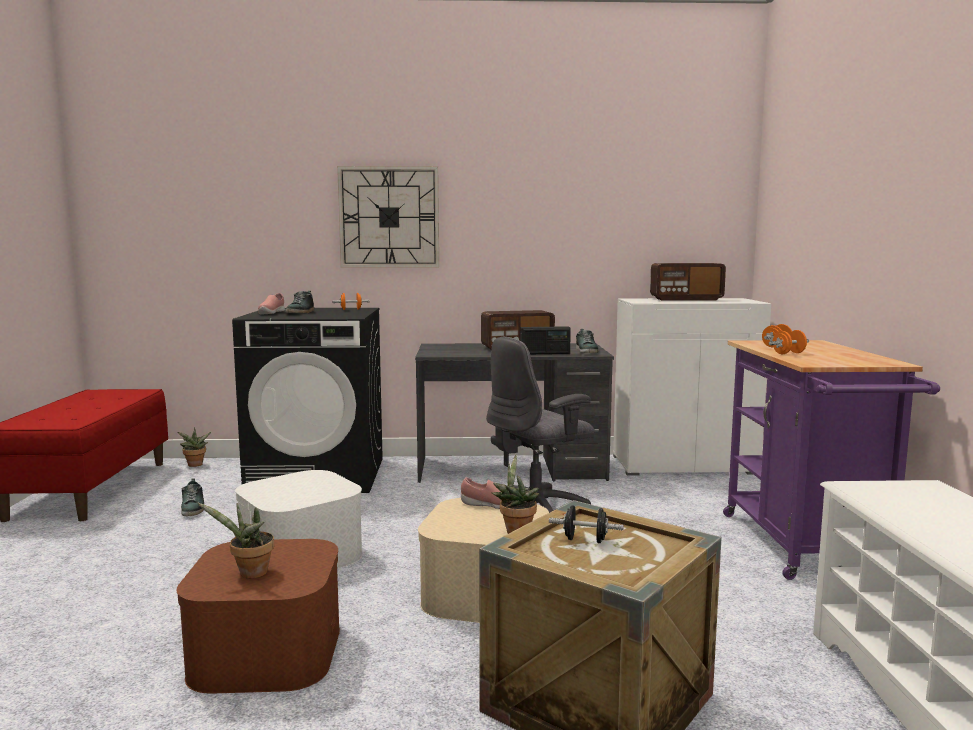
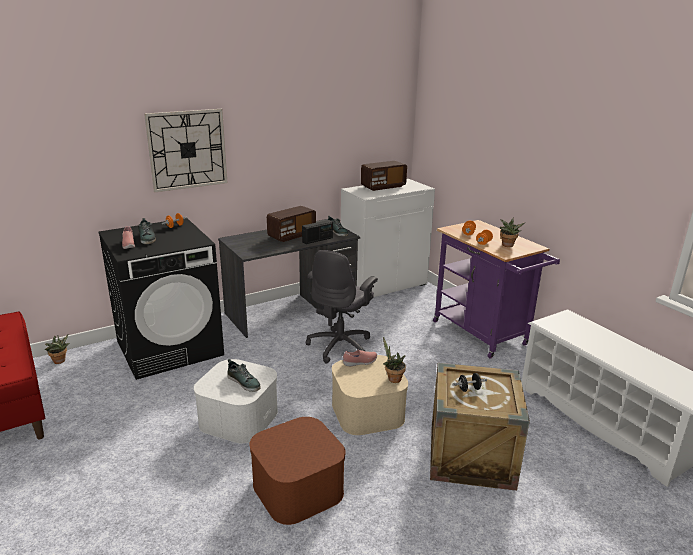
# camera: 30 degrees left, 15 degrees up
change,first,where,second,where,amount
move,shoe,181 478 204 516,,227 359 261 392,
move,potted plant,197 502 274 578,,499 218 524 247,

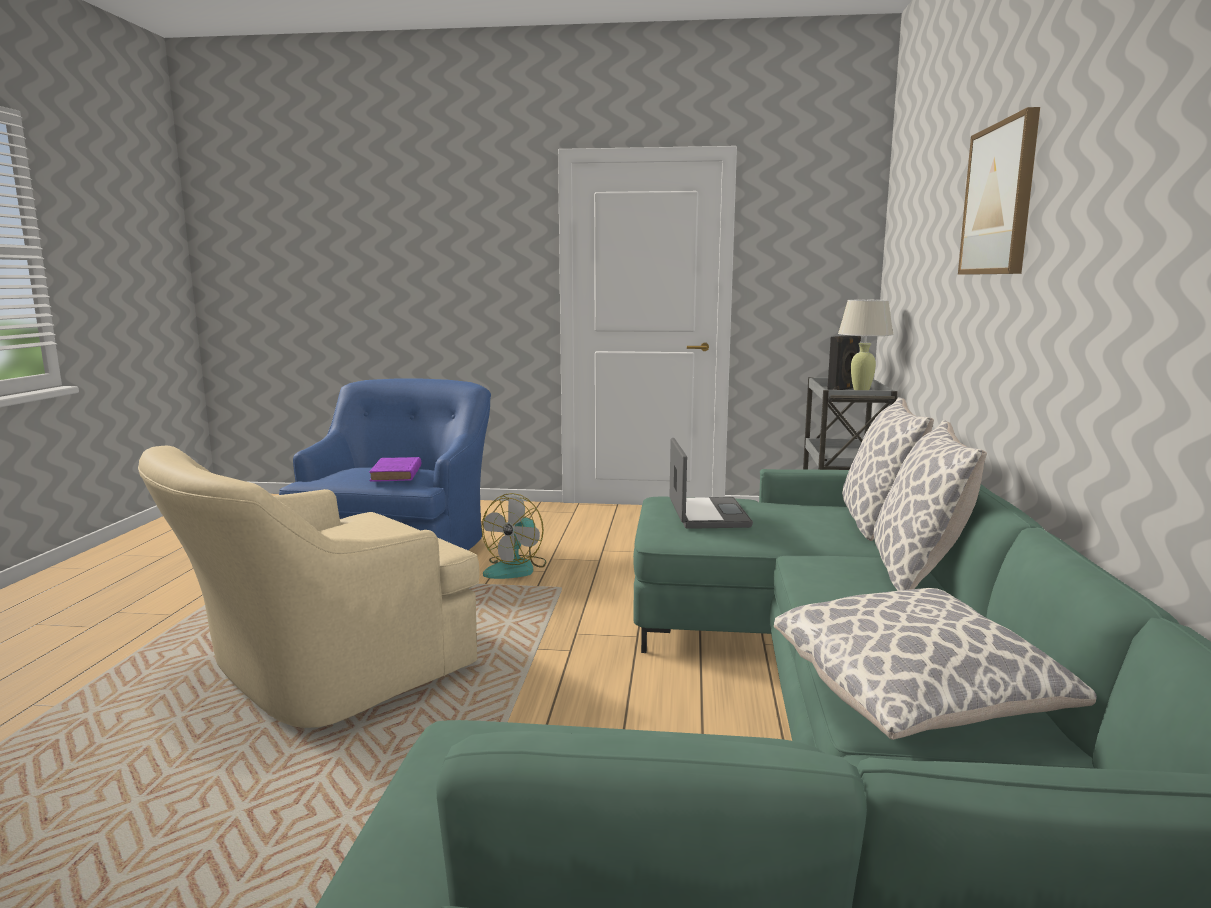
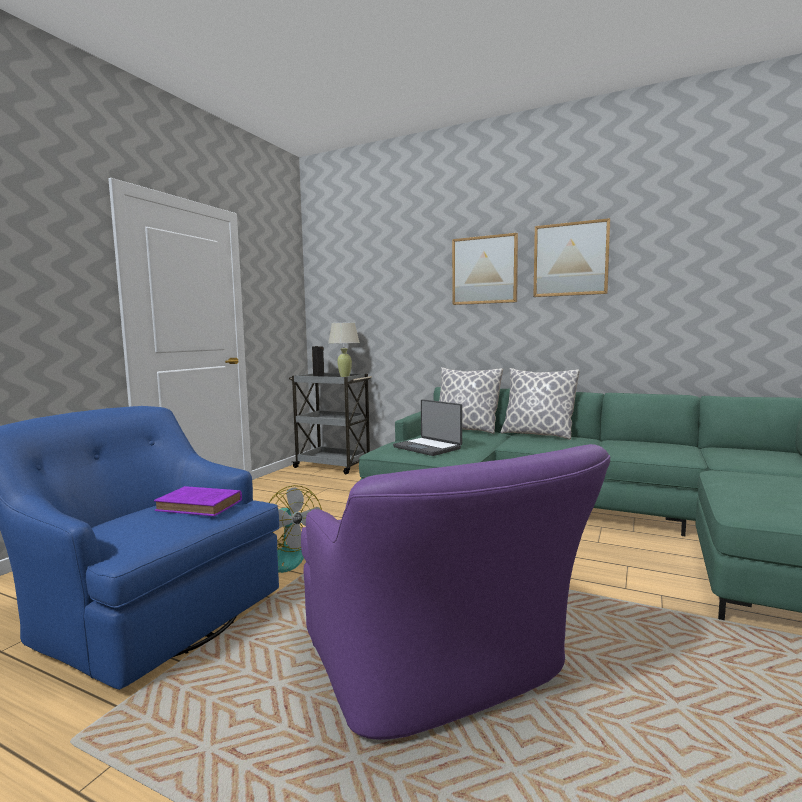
# camera: 70 degrees left, 5 degrees down
change,first,where,second,where,amount
recolor,armchair (beige),138 445 479 728,armchair (purple),301 444 610 740,
rotate,laptop,669 438 753 529,,393 399 462 456,150 degrees counterclockwise
delete,pillow,774 588 1097 740,,,
insert,,,picture,533 218 610 297,

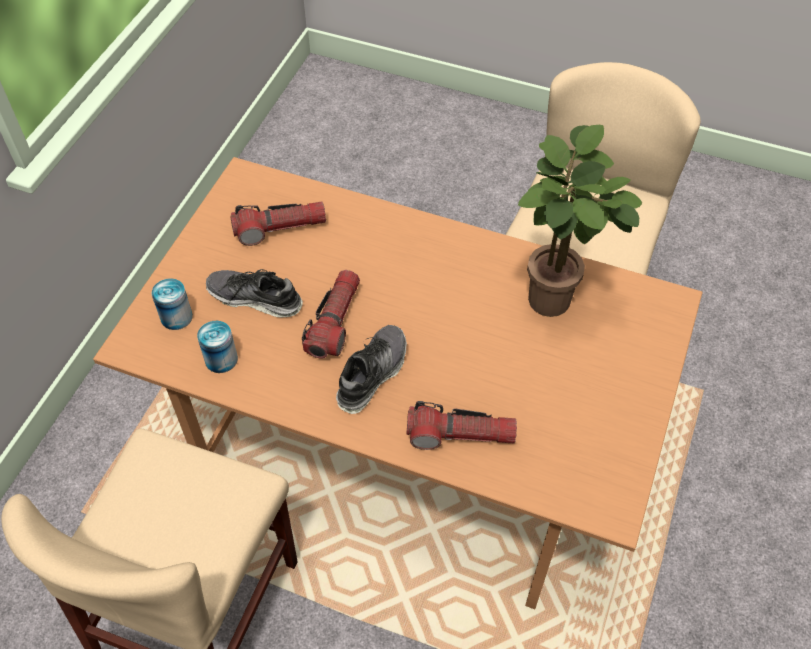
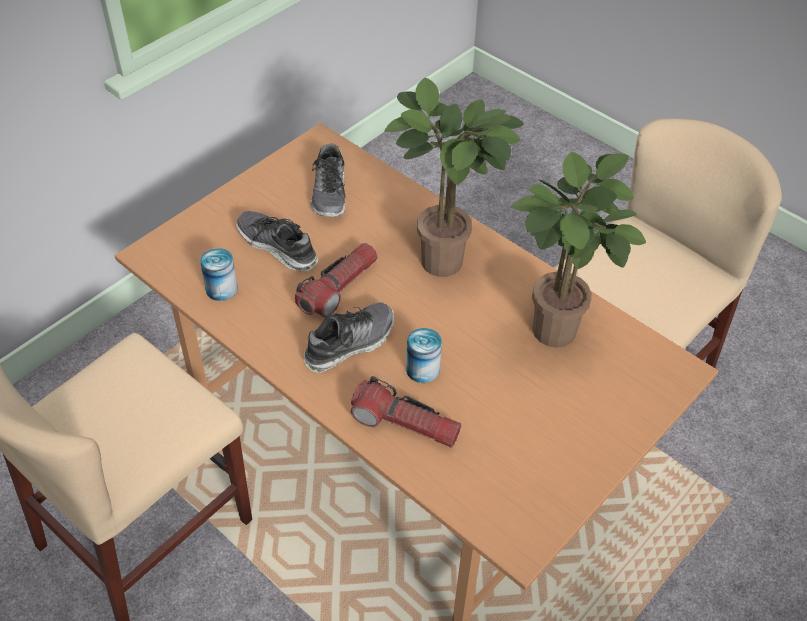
# camera: 20 degrees right, 5 degrees down
change,first,where,second,where,amount
move,can,152 278 193 330,,406 328 442 383,
replace,flashlight,231 201 326 246,shoe,310 144 345 217,
insert,,,potted plant,385 77 524 277,

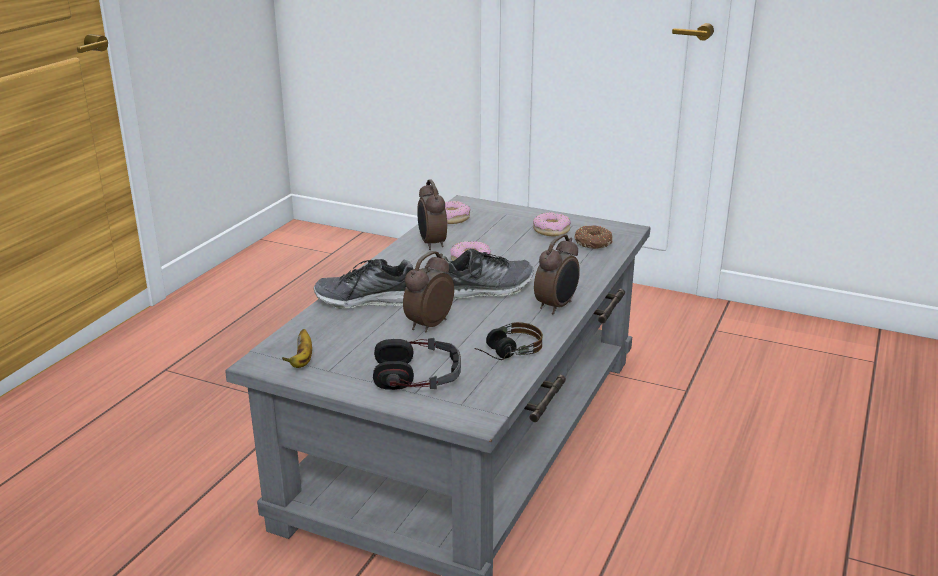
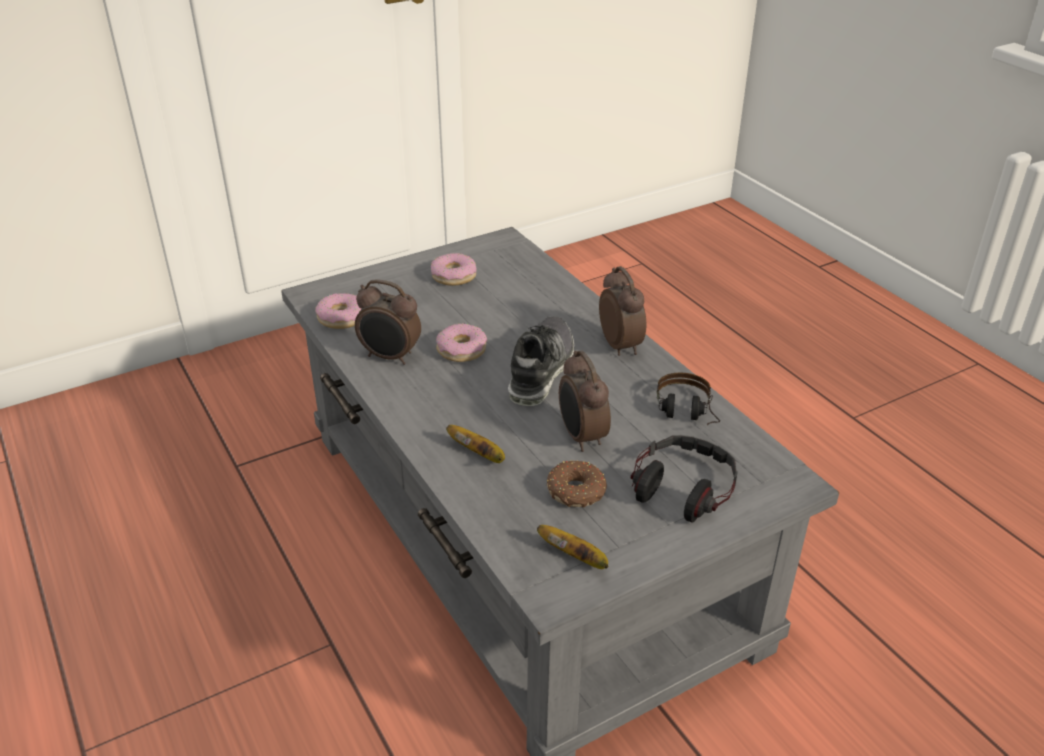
# camera: 55 degrees left, 10 degrees up
change,first,where,second,where,amount
replace,shoe,314 259 413 309,banana,446 425 505 463,
move,donut,574 225 613 249,,547 460 607 508,

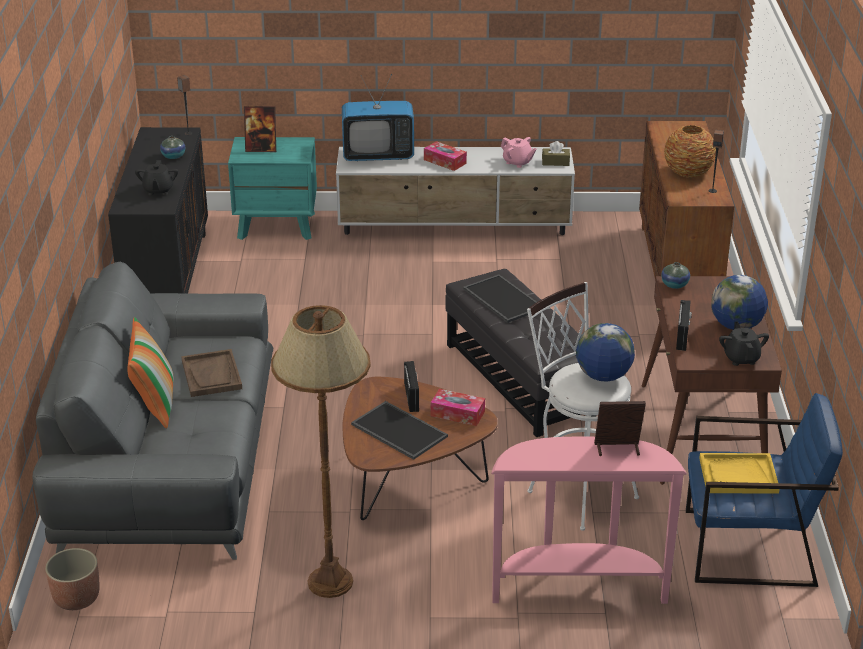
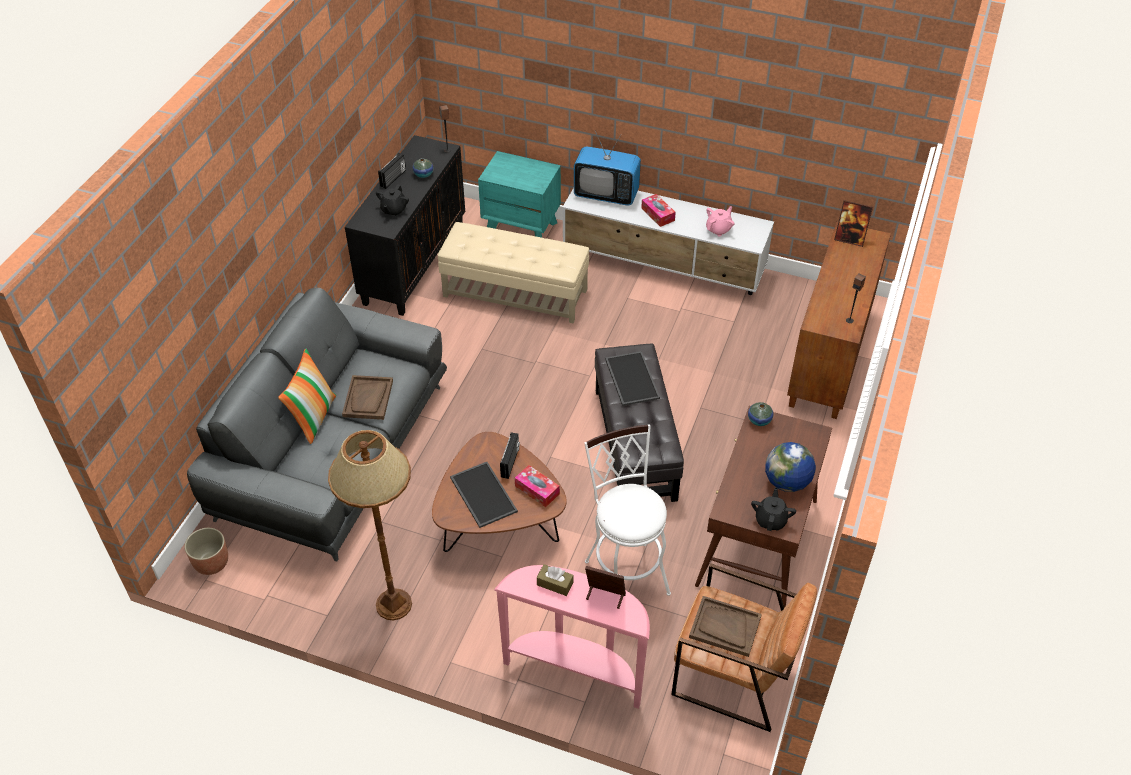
# camera: 20 degrees right, 15 degrees up
change,first,where,second,where,amount
move,picture frame,244 106 276 152,,834 200 873 247,
rotate,teapot (pink),501 137 537 168,,706 206 735 237,105 degrees counterclockwise
move,tissue box (brown),542 141 570 166,,537 564 573 596,
delete,globe,576 323 635 382,,,
delete,vase,664 125 716 178,,,
move,radio,676 300 692 351,,378 153 406 189,
recolor,armchair (blue),686 393 843 587,armchair (brown),671 563 817 732,
recolor,tray (yellow),699 453 780 494,tray (brown),689 596 762 657,
insert,,,ottoman (beige),438 222 589 323,

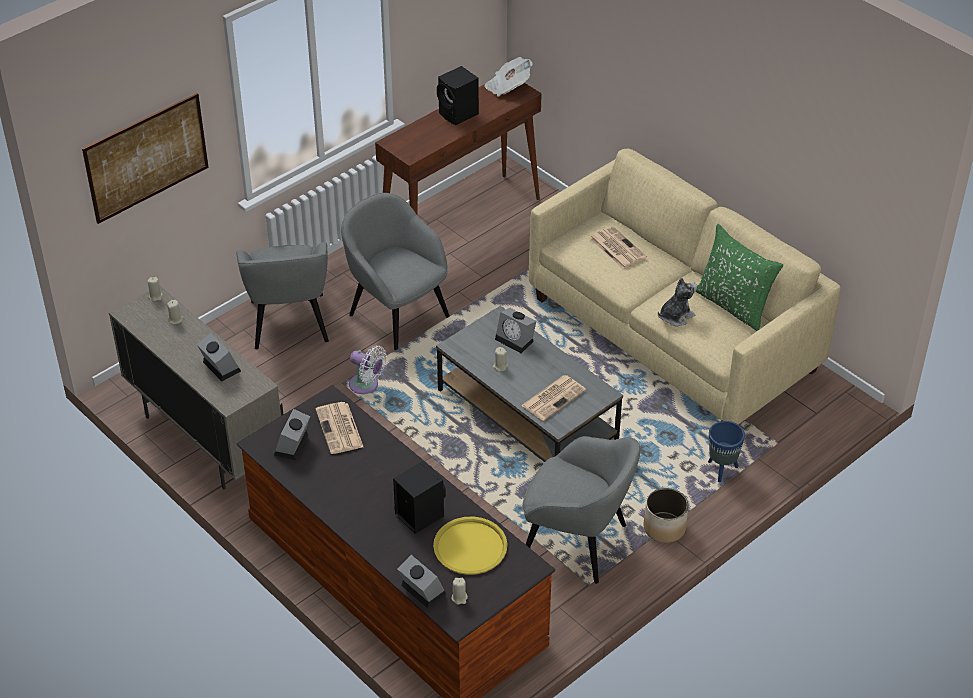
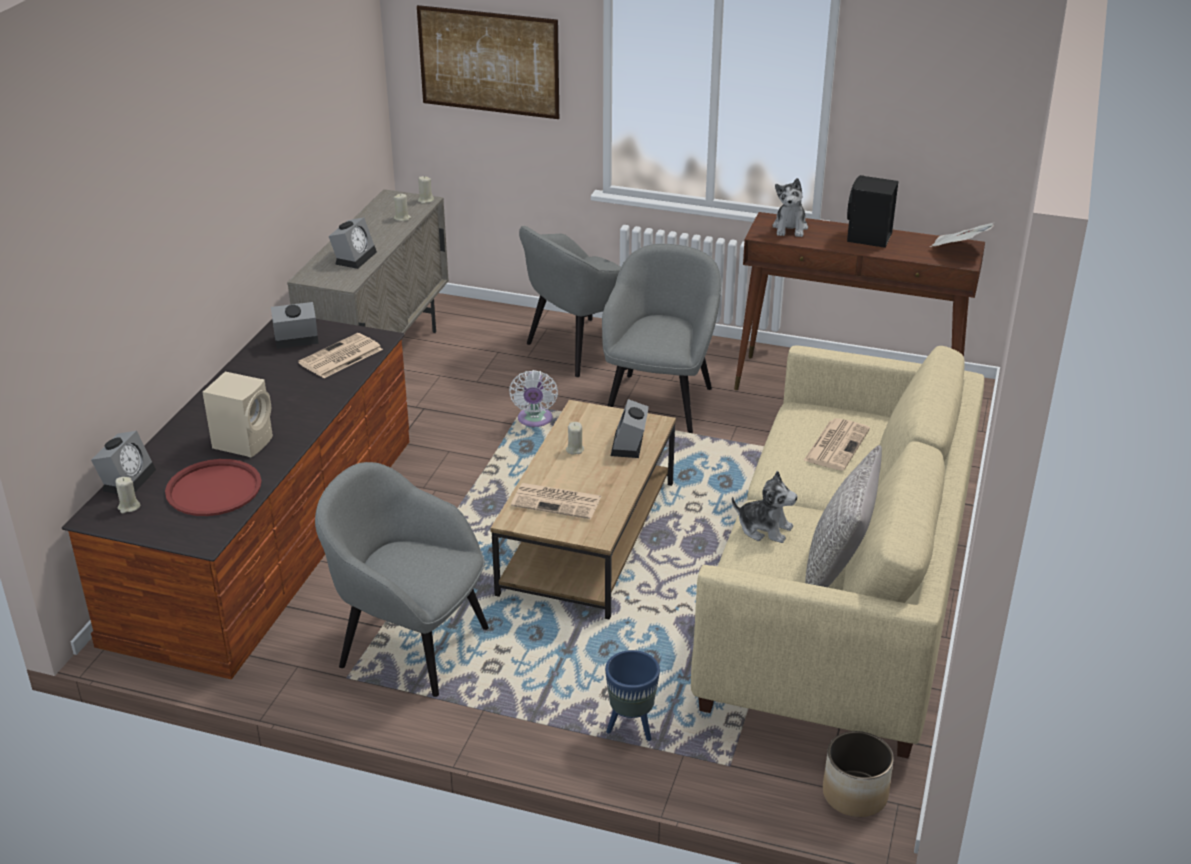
# camera: 60 degrees right, 10 degrees down
change,first,where,second,where,amount
recolor,speaker (black),393 461 446 534,speaker (beige),203 371 273 457,
recolor,tray (yellow),433 517 507 575,tray (red),165 459 262 516,
recolor,coffee table (grey),436 306 623 462,coffee table (brown),490 400 676 620,
rotate,armchair (grey),522 436 640 584,,315 462 489 697,120 degrees clockwise
move,planter,644 488 688 543,,823 731 894 817,
recolor,pillow (green),696 224 783 331,pillow (grey),805 445 882 587,
insert,,,plush toy,772 178 808 237,

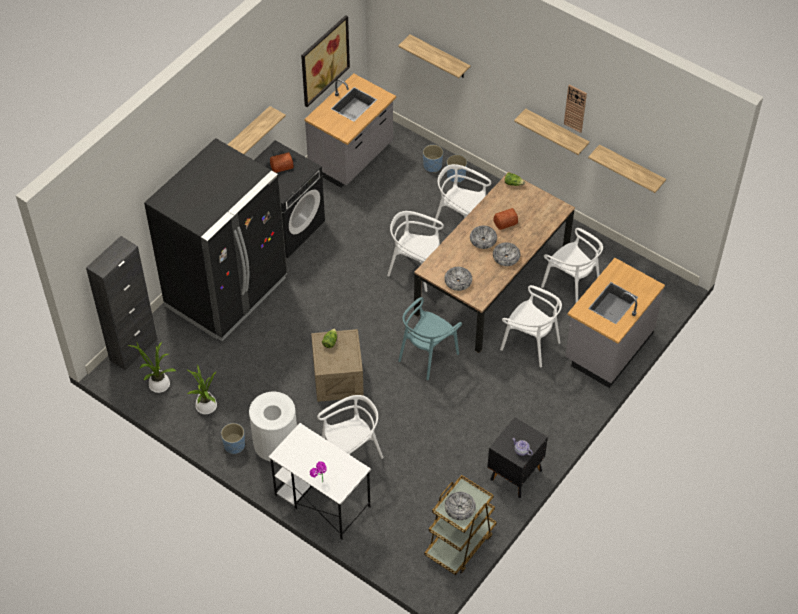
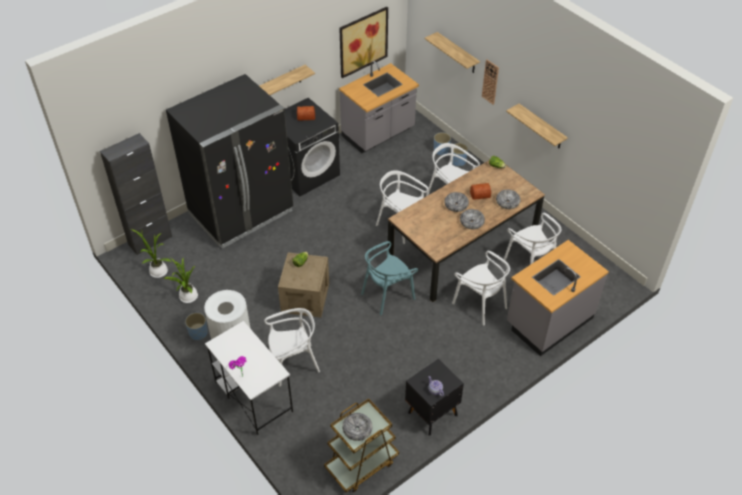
# camera: 15 degrees right, 5 degrees down
change,first,where,second,where,amount
move,bowl,444 267 472 291,,496 190 520 209,
move,wall clock,564 84 587 133,,482 59 499 105,
delete,shelf,588 144 666 193,,,

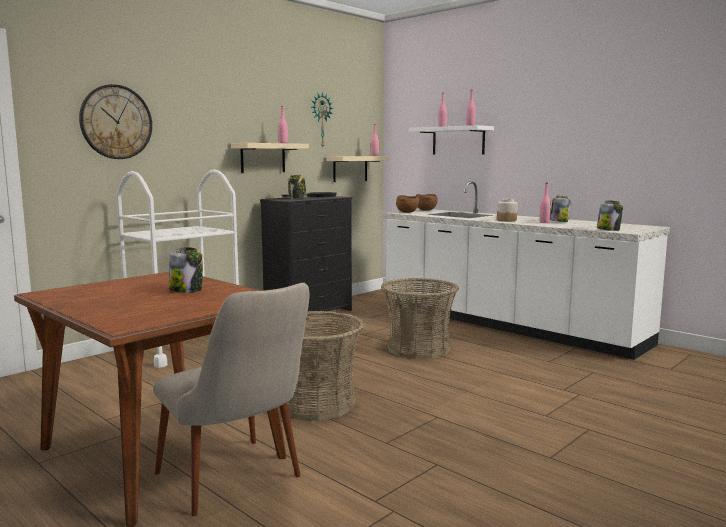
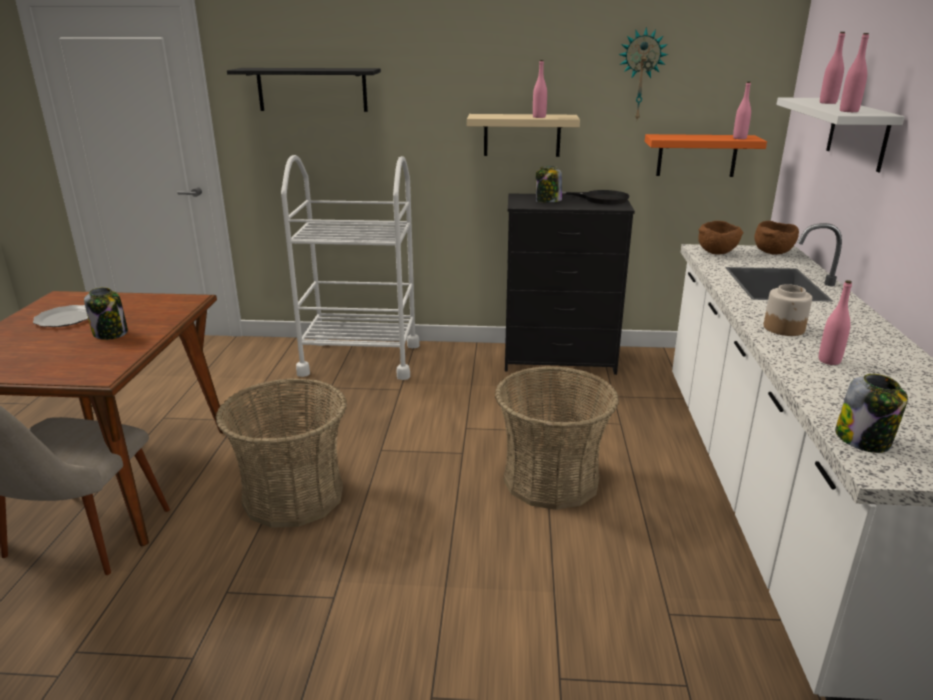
# camera: 50 degrees right, 15 degrees up
change,first,where,second,where,amount
replace,wall clock,79 84 152 159,shelf (black),227 68 381 112,
recolor,shelf (beige),326 156 389 182,shelf (orange),645 134 767 177,
delete,jar,550 196 570 222,,,
insert,,,plate,33 305 88 327,

